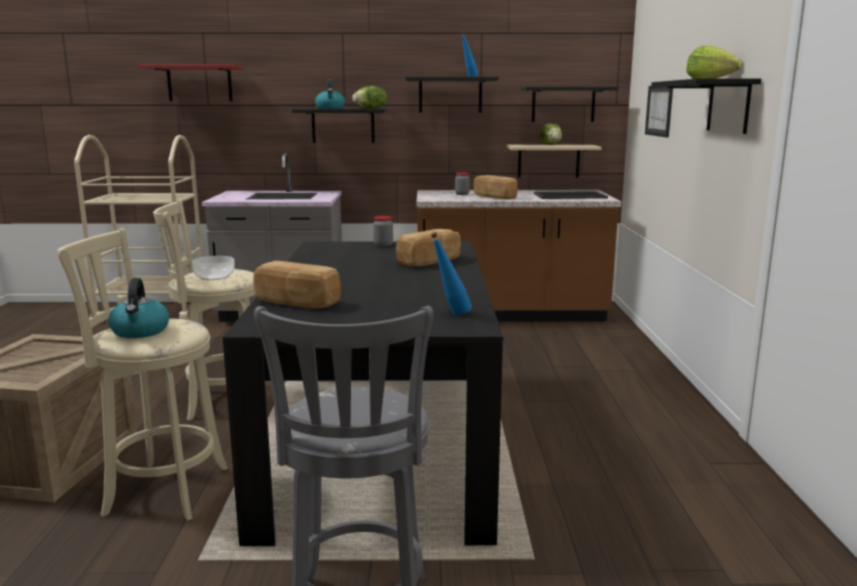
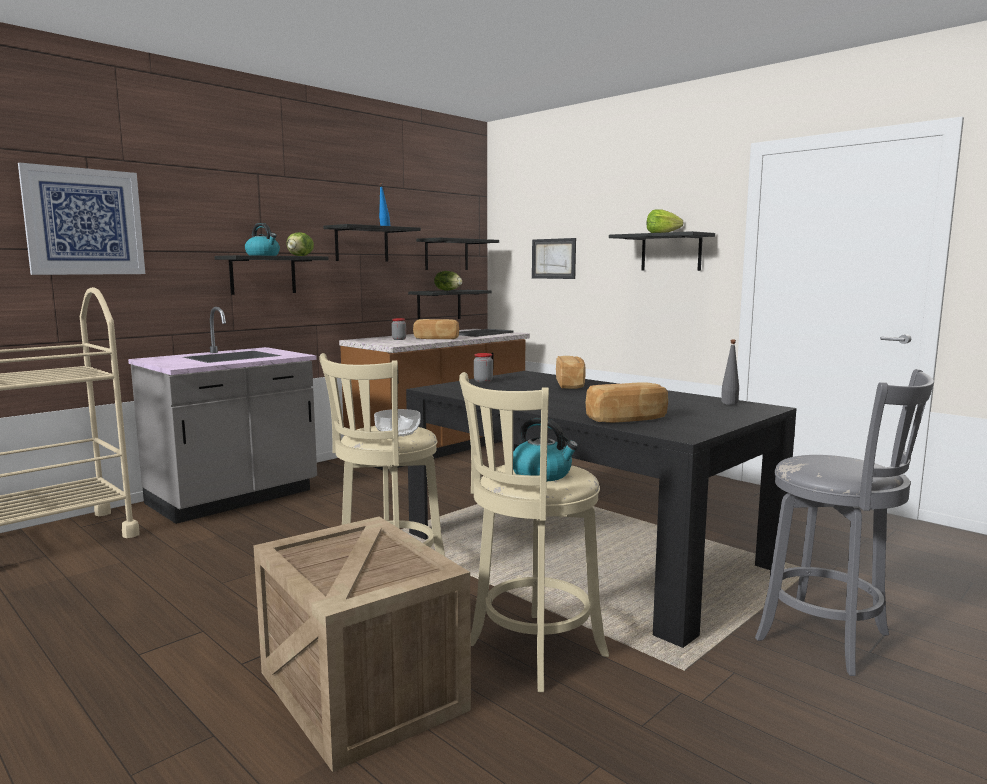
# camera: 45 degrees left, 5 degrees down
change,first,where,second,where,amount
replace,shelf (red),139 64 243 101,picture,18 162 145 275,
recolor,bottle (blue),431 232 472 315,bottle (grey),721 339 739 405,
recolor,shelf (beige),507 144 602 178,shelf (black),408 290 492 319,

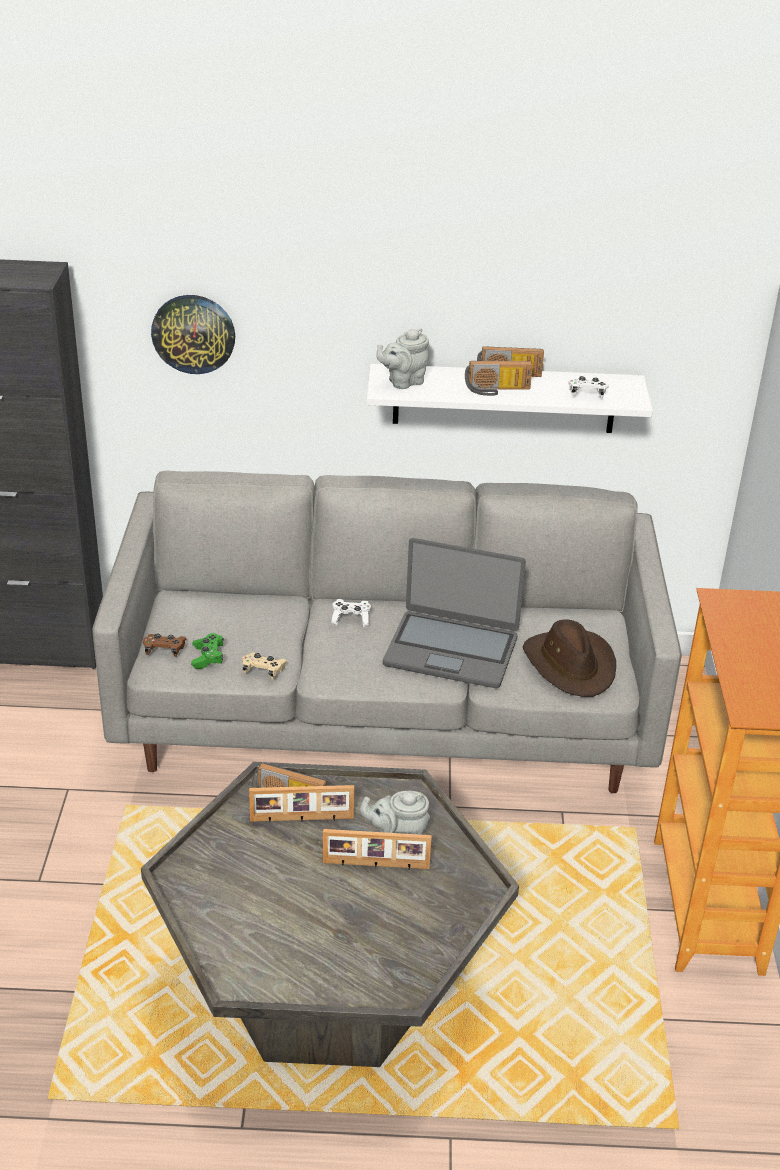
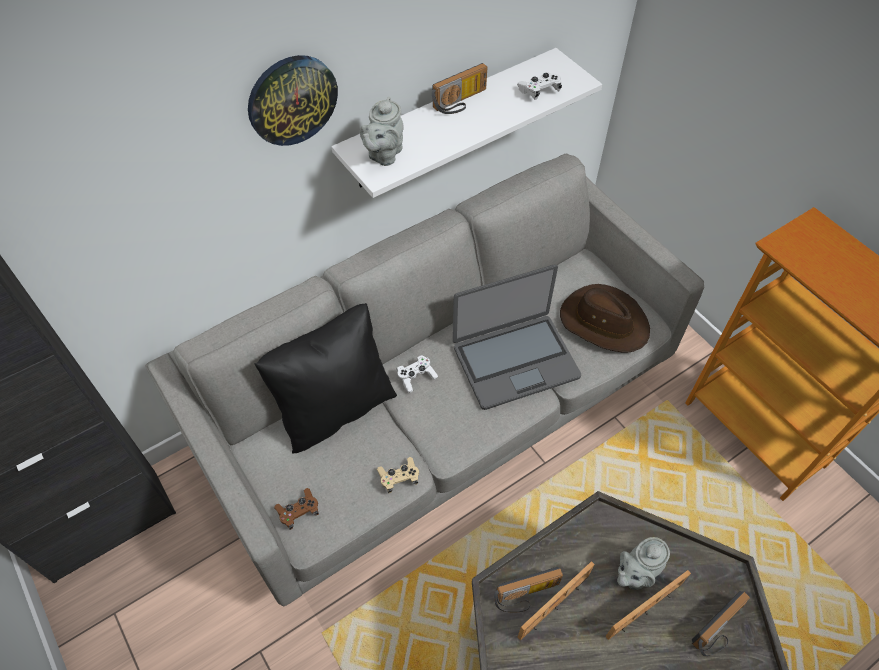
# camera: 35 degrees left, 20 degrees up
change,first,where,second,where,amount
move,wall clock,151 295 235 374,,248 55 338 146,
delete,game controller (green),191 633 224 669,,,
move,radio,465 361 533 396,,692 591 750 656,
insert,,,pillow (black),254 303 397 453,

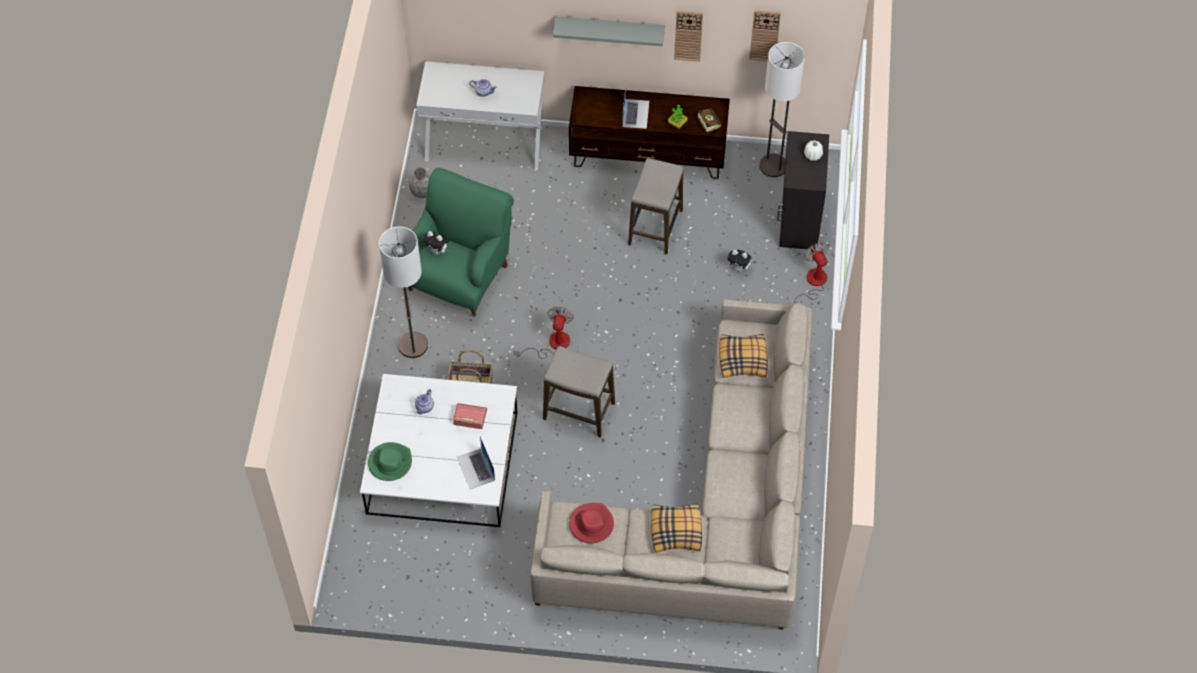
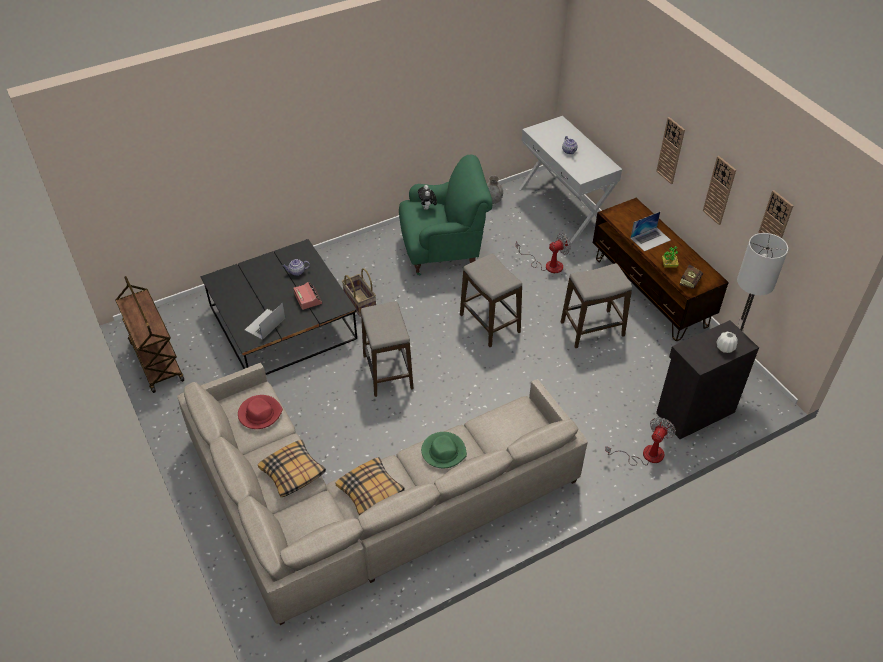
# camera: 55 degrees right, 10 degrees down
change,first,where,second,where,amount
recolor,coffee table (white),360 374 517 527,coffee table (black),200 239 357 375,
move,hat (green),368 442 412 481,,421 432 467 468,
delete,floor lamp,379 226 428 358,,,
move,fan,514 306 574 359,,516 233 571 273,
replace,shelf (grey),553 16 665 46,wall clock,656 117 685 184,
move,pillow,719 334 768 378,,335 457 405 515,
delete,plush toy,728 250 753 272,,,
insert,,,cart (brown),115 276 184 393,
insert,,,stool,460 254 522 347,

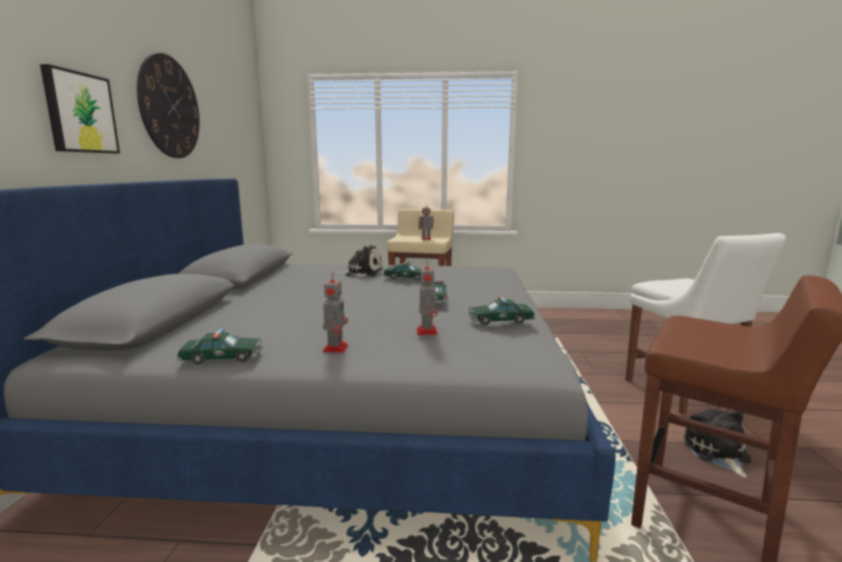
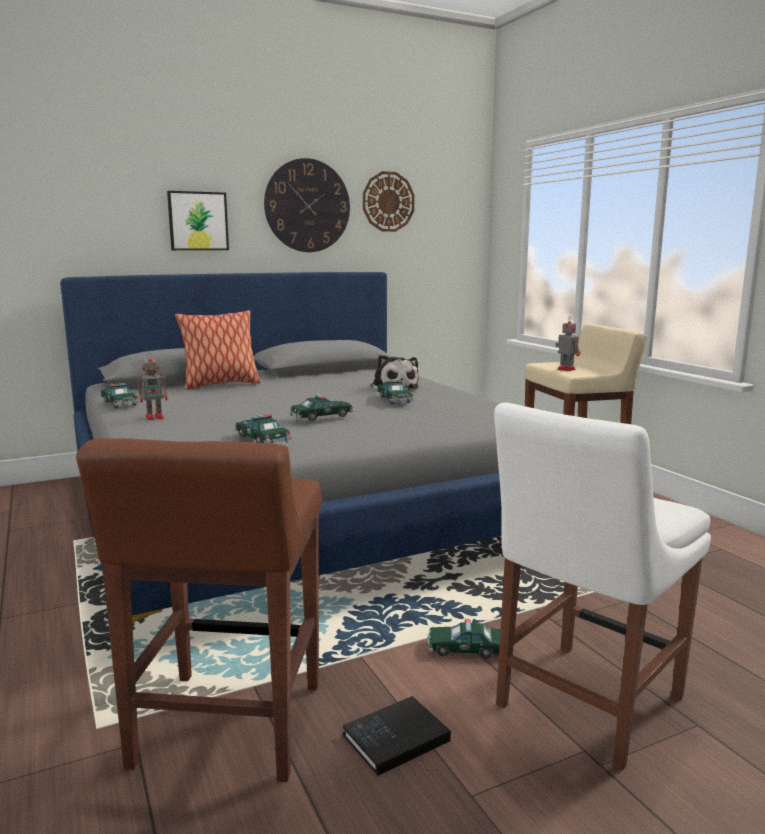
# camera: 60 degrees right, 0 degrees up
change,first,where,second,where,amount
delete,toy robot,417 260 438 335,,,
replace,plush toy,684 409 751 478,book (black),343 696 451 776,
insert,,,pillow,175 310 261 390,
insert,,,wall clock,363 171 414 232,
insert,,,toy car,427 619 501 658,

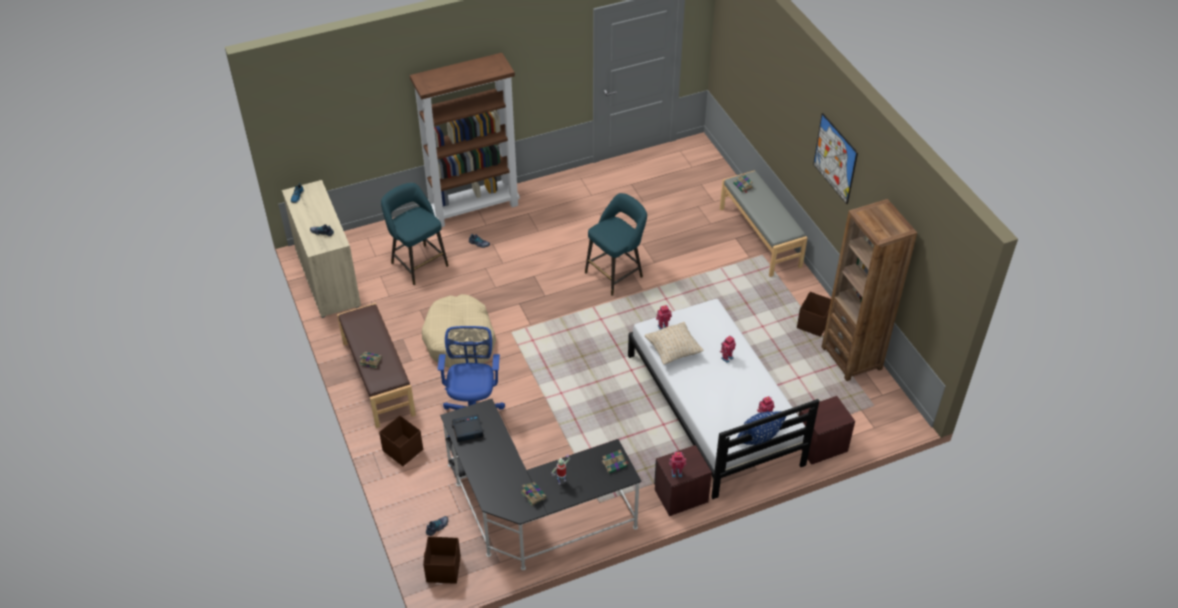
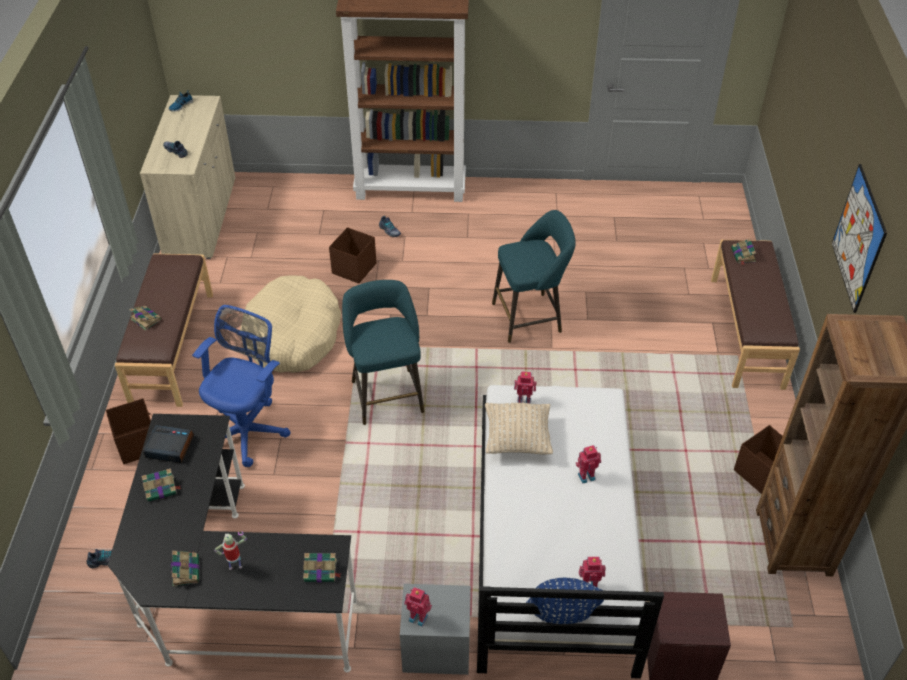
# camera: 25 degrees right, 0 degrees up
change,first,where,second,where,amount
move,stool (turquoise),381 183 449 285,,342 280 424 425,
move,storage box (brown),423 536 461 584,,329 227 377 284,
recolor,nightstand (brown),654 445 712 516,nightstand (grey),400 584 471 675,
recolor,bench (grey),720 170 807 277,bench (brown),711 240 800 390,
insert,,,book,141 468 182 501,

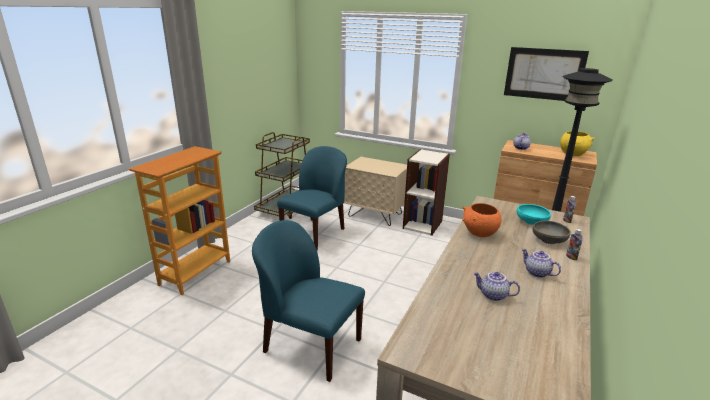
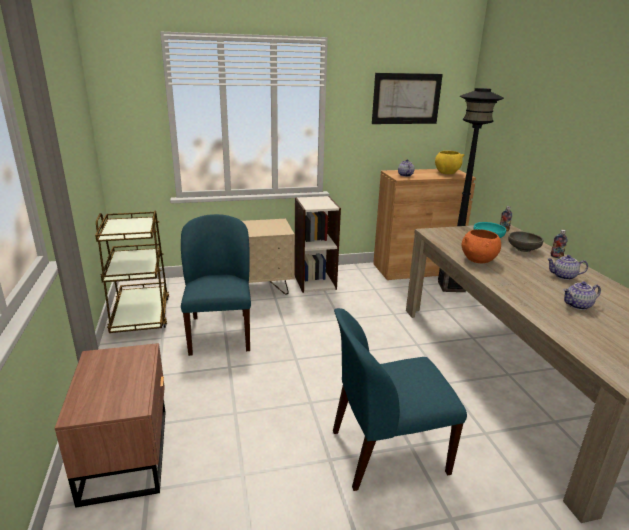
# camera: 40 degrees left, 0 degrees up
change,first,where,second,where,amount
replace,bookcase,129 146 230 295,nightstand (brown),55 343 166 508,

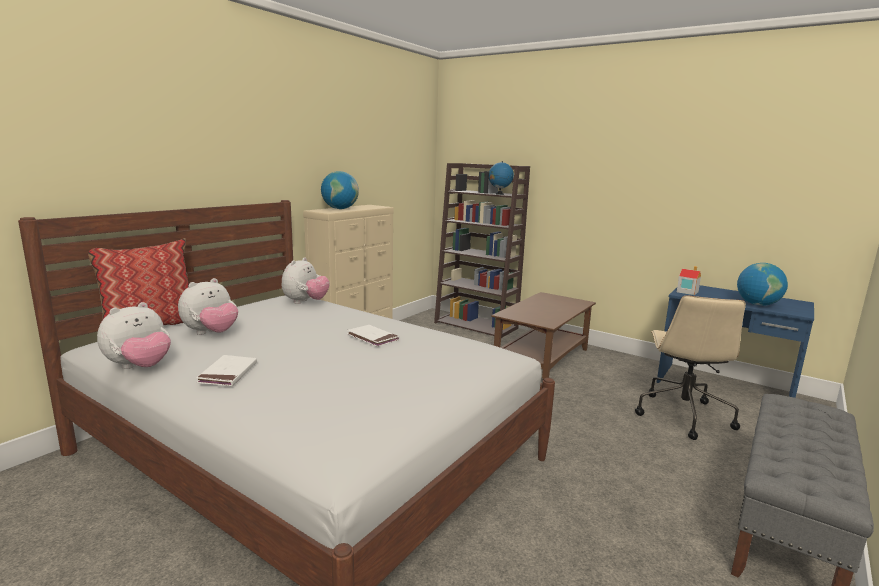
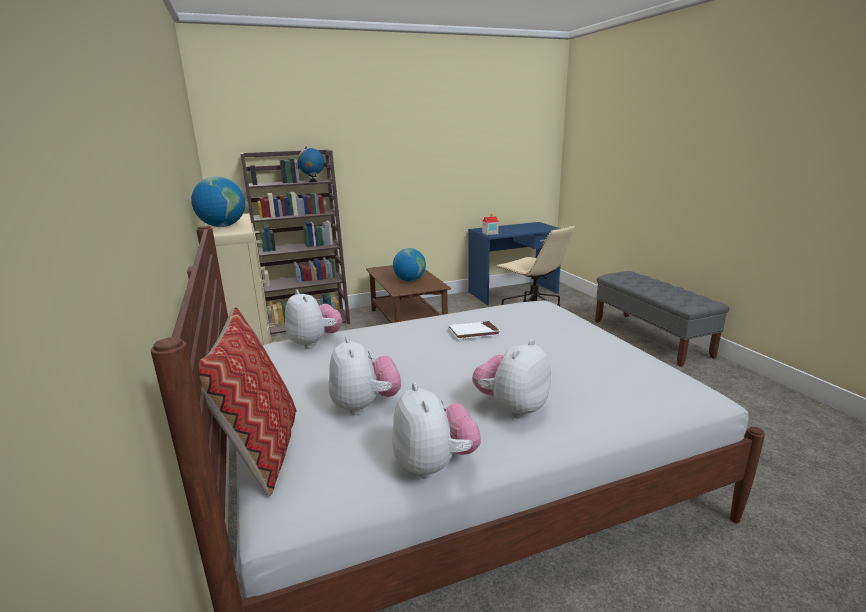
# camera: 55 degrees left, 5 degrees up
change,first,where,second,where,amount
replace,book (white),196 355 257 386,plush toy,472 339 551 418,
move,globe,737 263 788 306,,393 248 426 281,

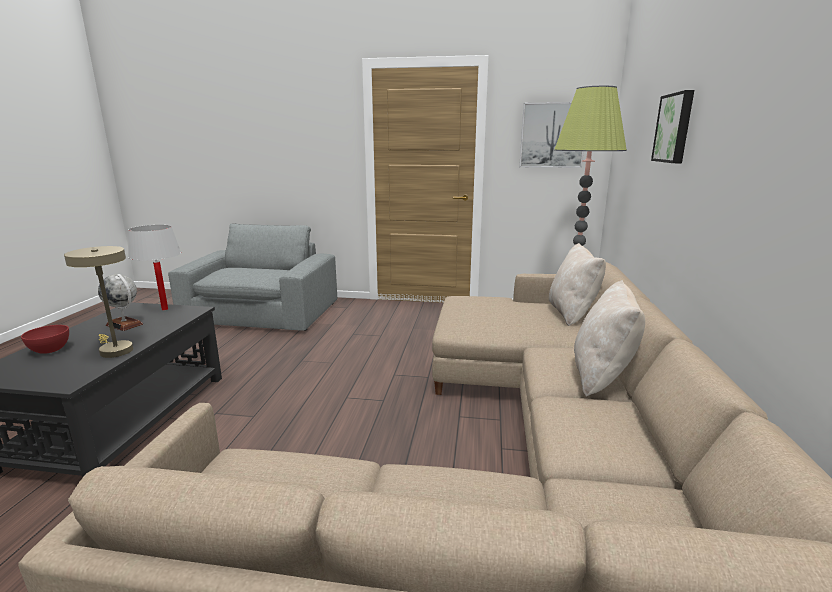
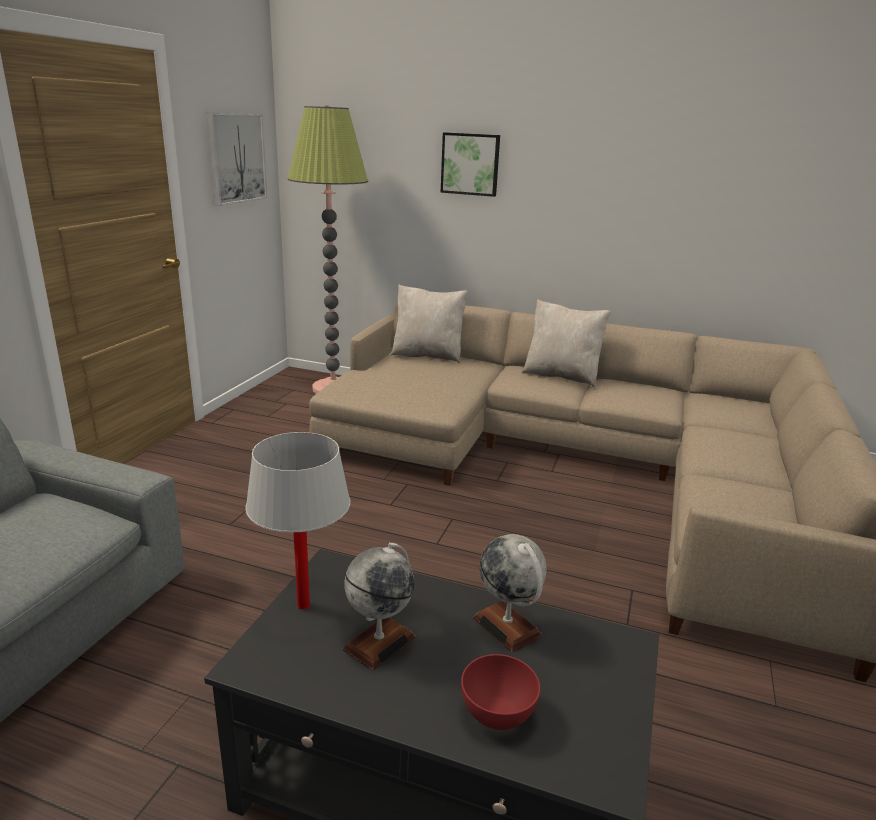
# camera: 80 degrees left, 5 degrees up
change,first,where,second,where,amount
replace,table lamp (beige),64 246 133 358,globe,473 534 547 653,

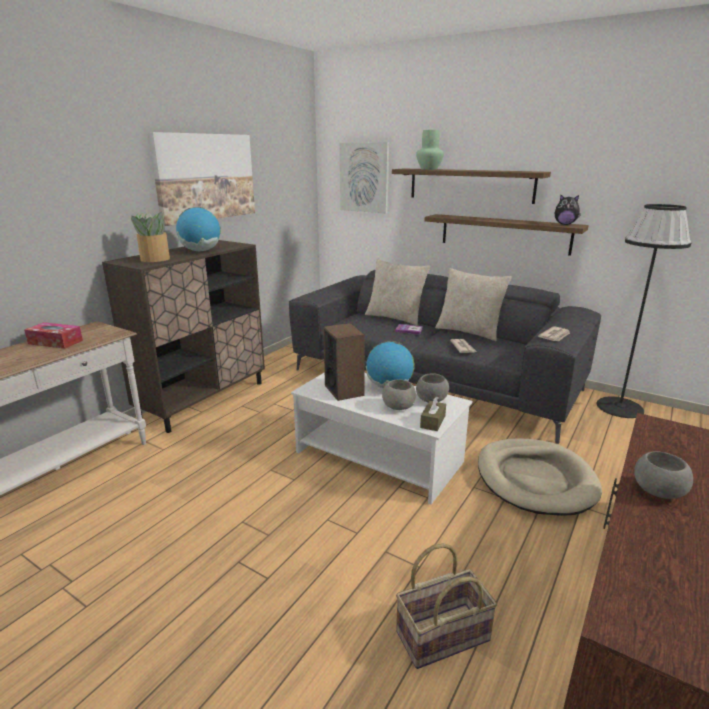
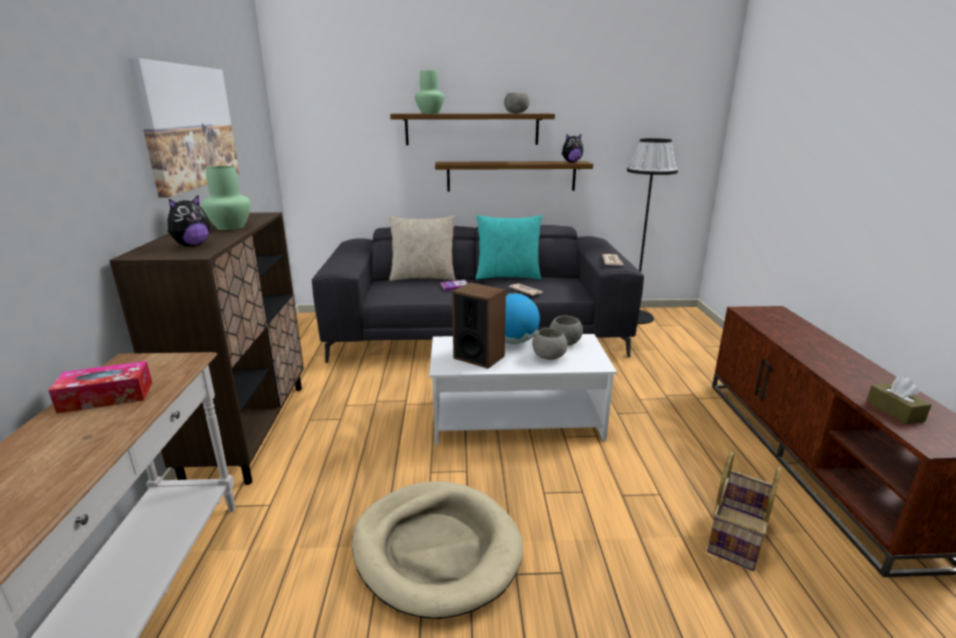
# camera: 35 degrees left, 0 degrees up
change,first,where,second,where,amount
replace,potted plant,128 212 170 262,plush toy,168 195 210 246,
replace,globe,176 207 221 251,vase (green),202 166 251 230,
delete,picture,340 142 389 213,,,
move,tissue box (brown),420 396 446 431,,866 377 931 424,
recolor,pillow (beige),435 268 512 341,pillow (turquoise),476 215 542 280,
move,dog bed (beige),478 438 602 516,,352 481 523 619,
move,bowl (grey),634 451 693 499,,504 93 530 113,

